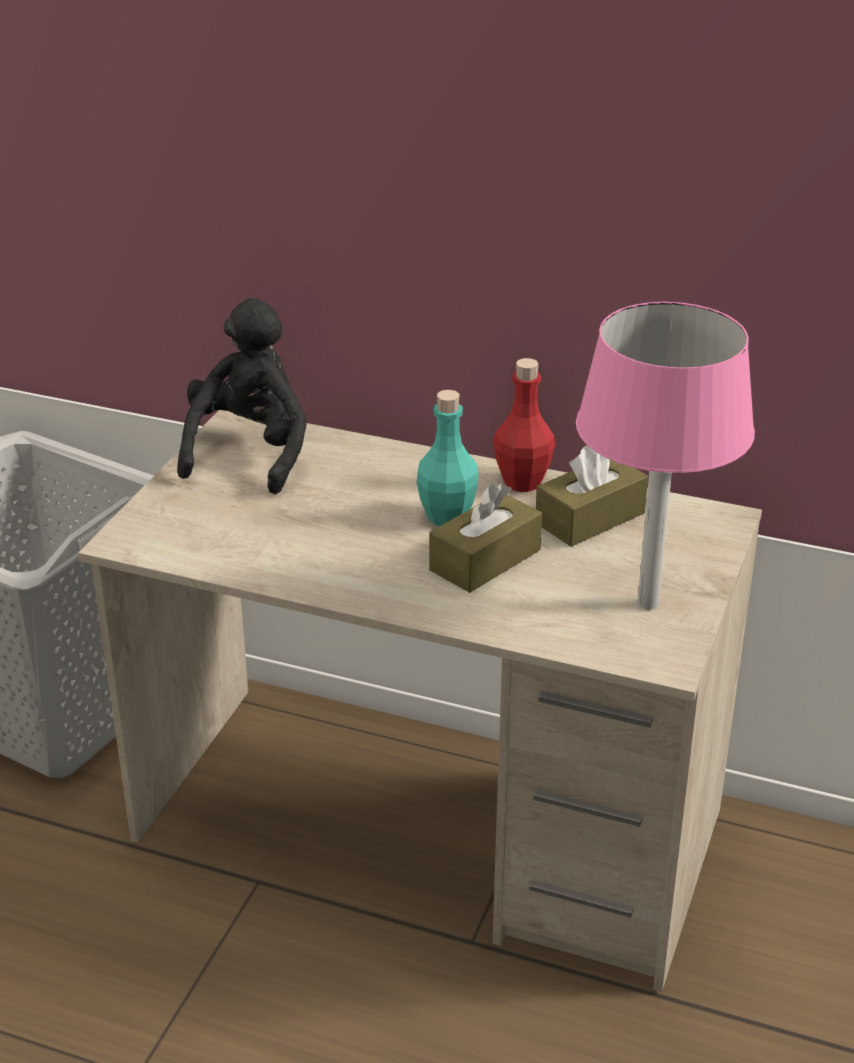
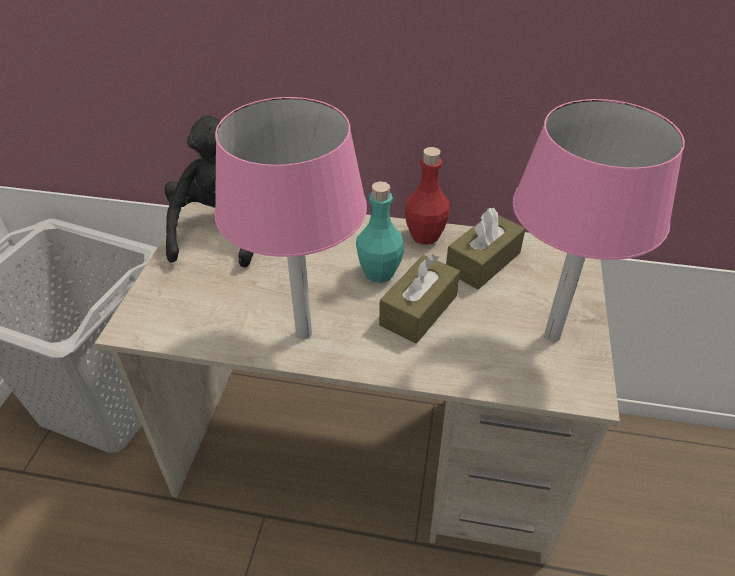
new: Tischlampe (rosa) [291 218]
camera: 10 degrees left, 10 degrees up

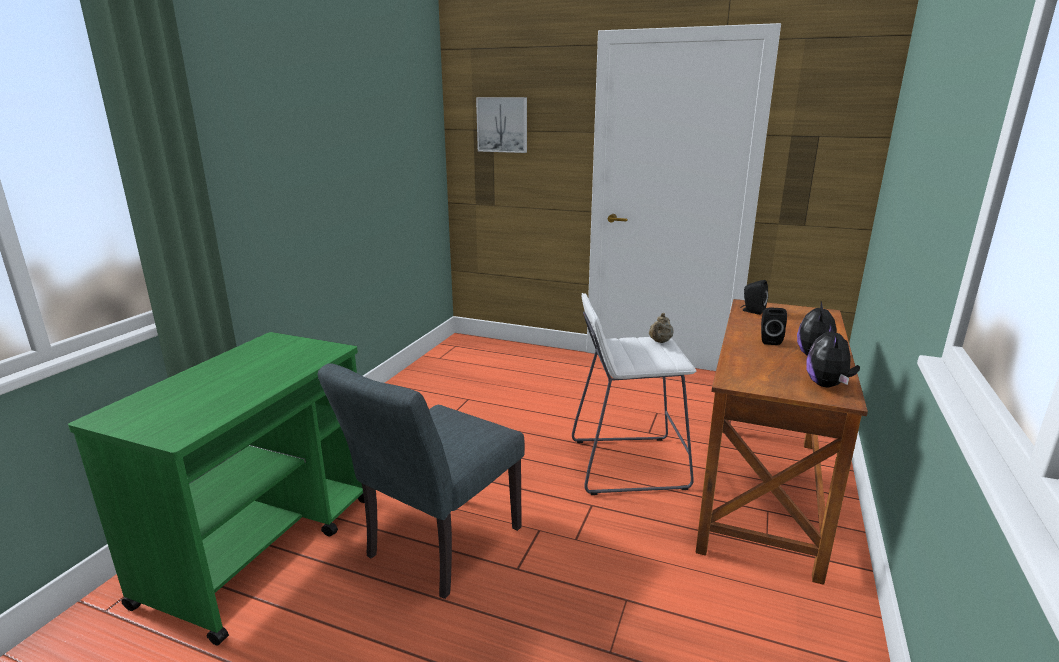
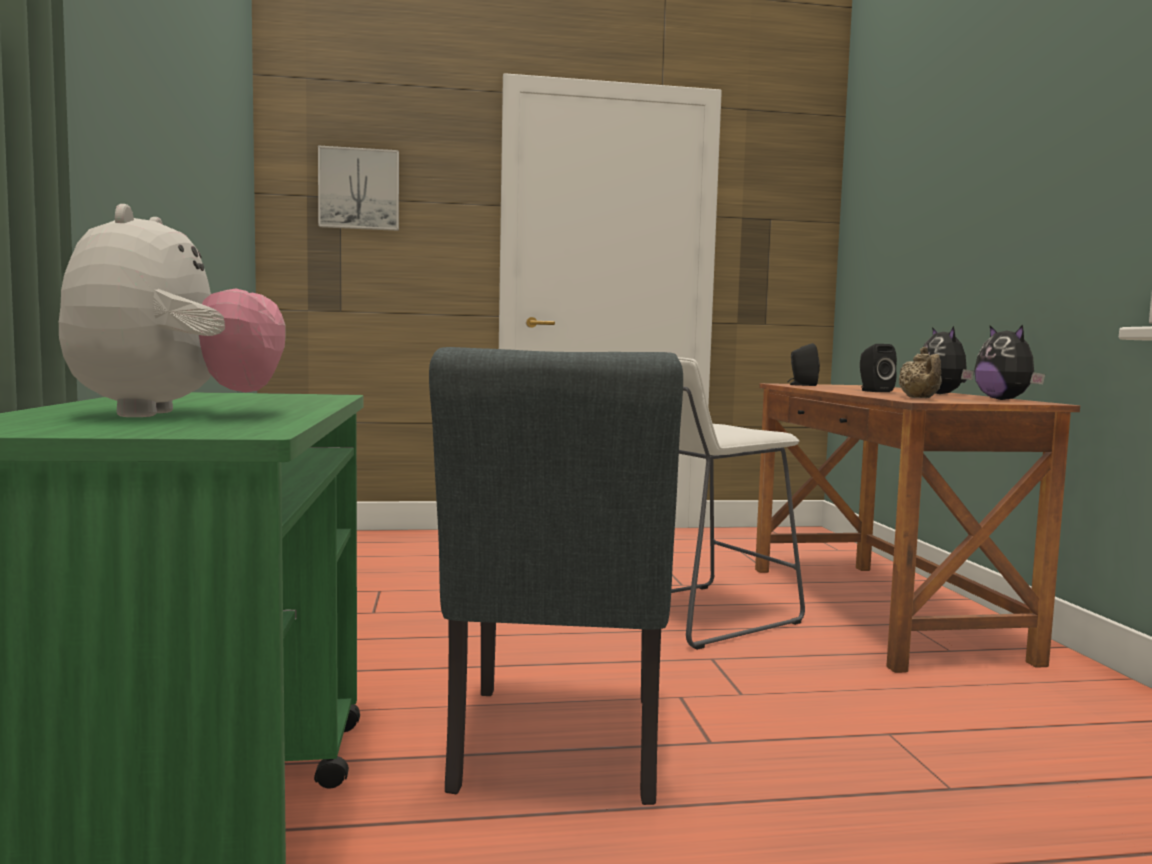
new: Plüschtier [172 310]
shifted: Teekanne (beige) [661 328] to [920 372]
camera: 30 degrees left, 15 degrees down

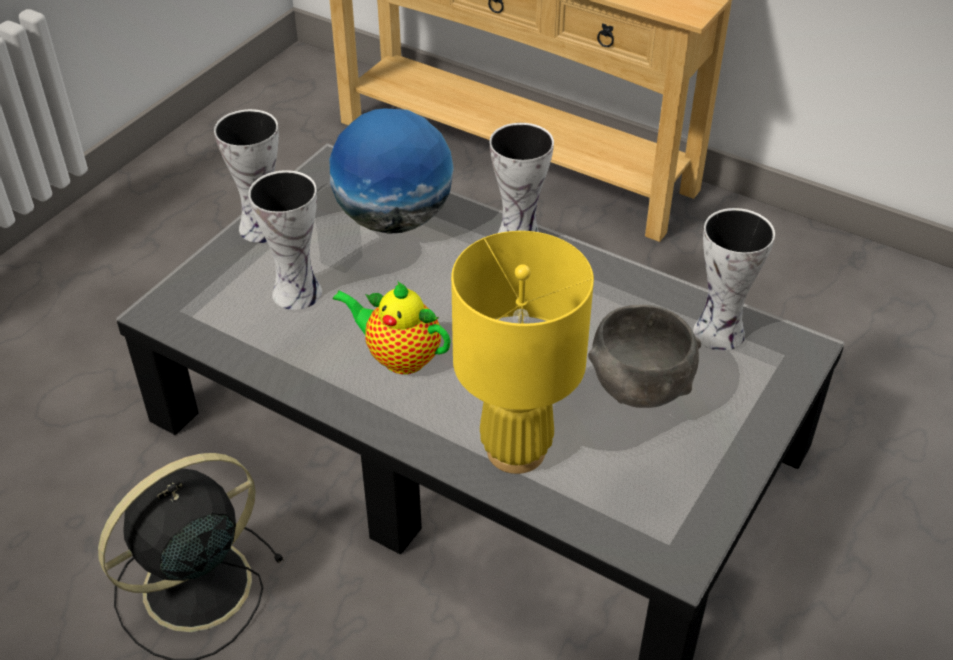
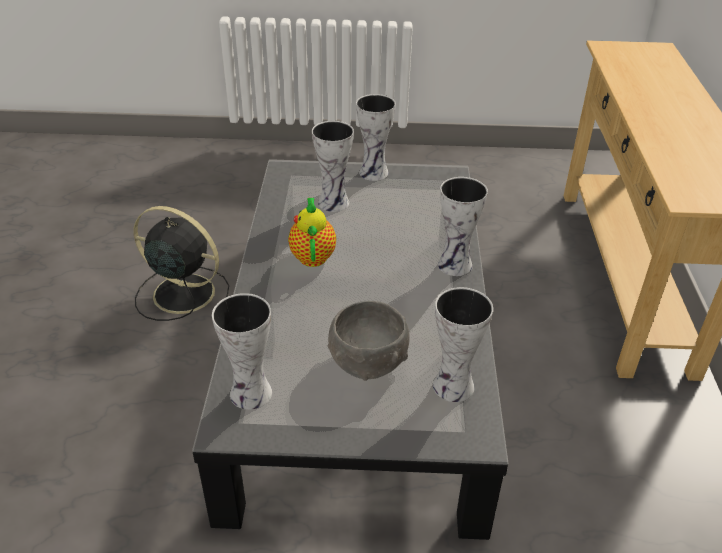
gone: Globus [392 171]; Tischlampe (gelb) [522 352]
new: Vase [242 351]
camera: 60 degrees right, 5 degrees down

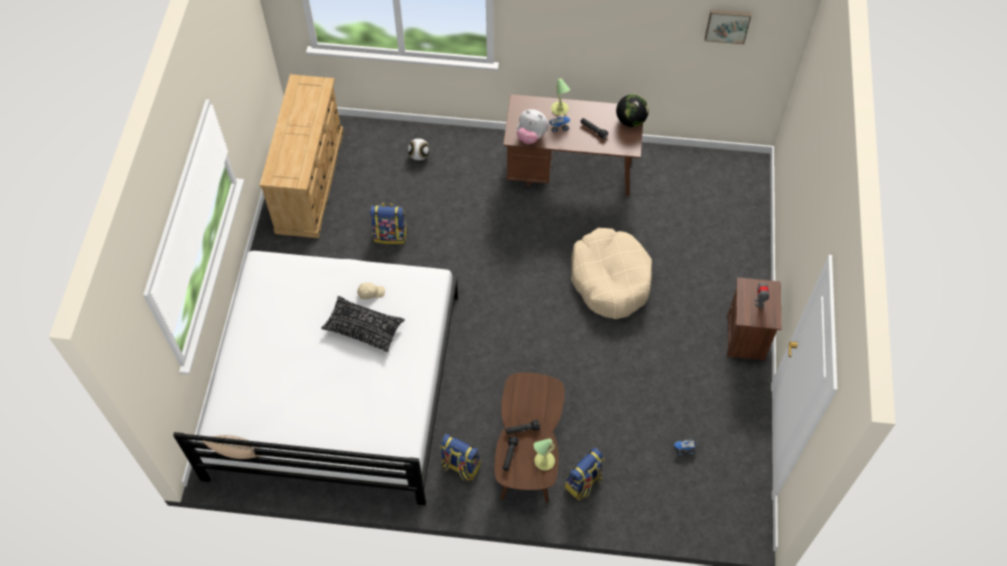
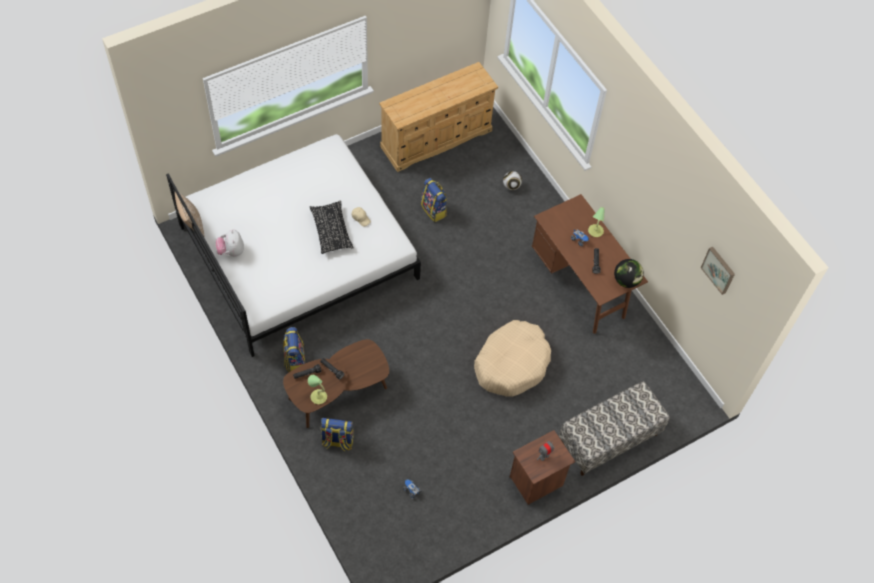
new: Bank [614 428]
shifted: Plüschtier [532 126] to [230 243]
camera: 50 degrees right, 0 degrees up

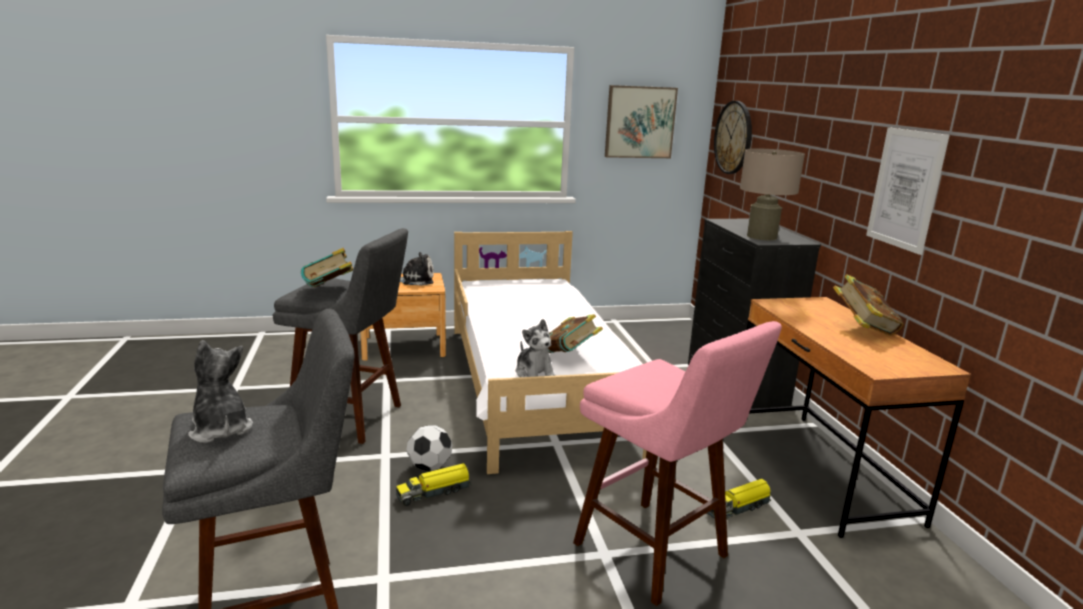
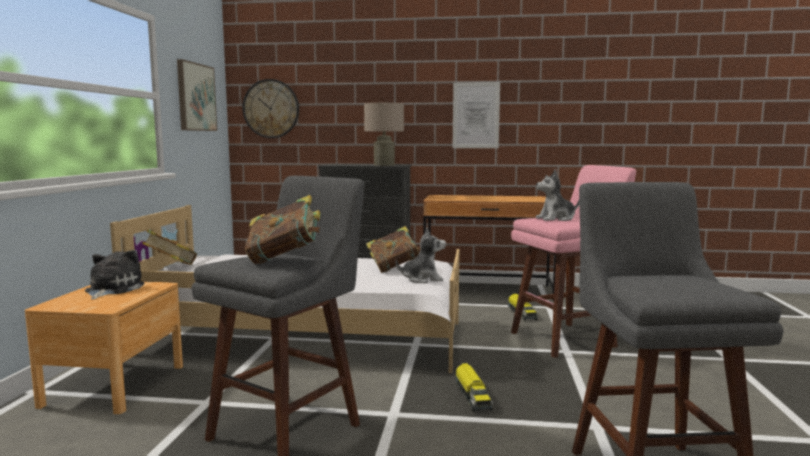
gone: Fußball [429 448]
shifted: Plüschtier [220 391] to [557 195]; Buch [868 304] to [168 247]
camera: 70 degrees left, 10 degrees down

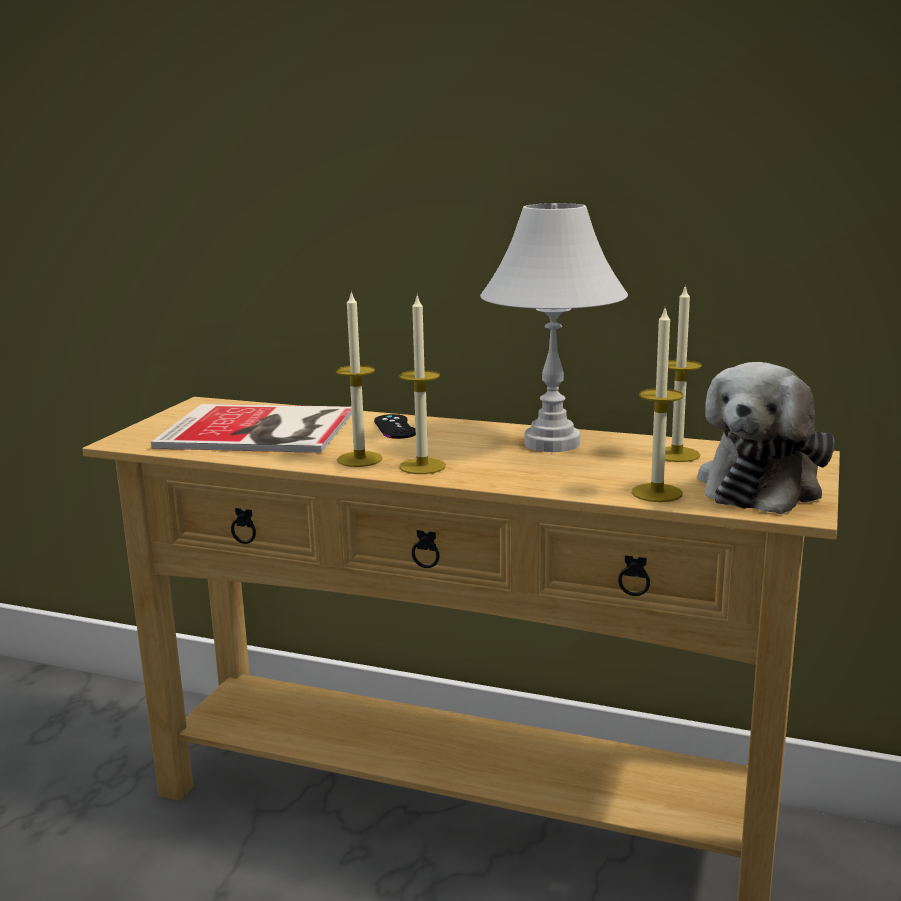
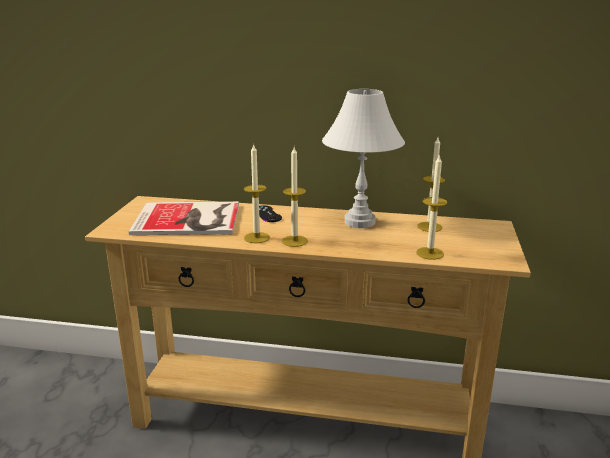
gone: Plüschtier [766 438]
camera: 10 degrees left, 5 degrees up

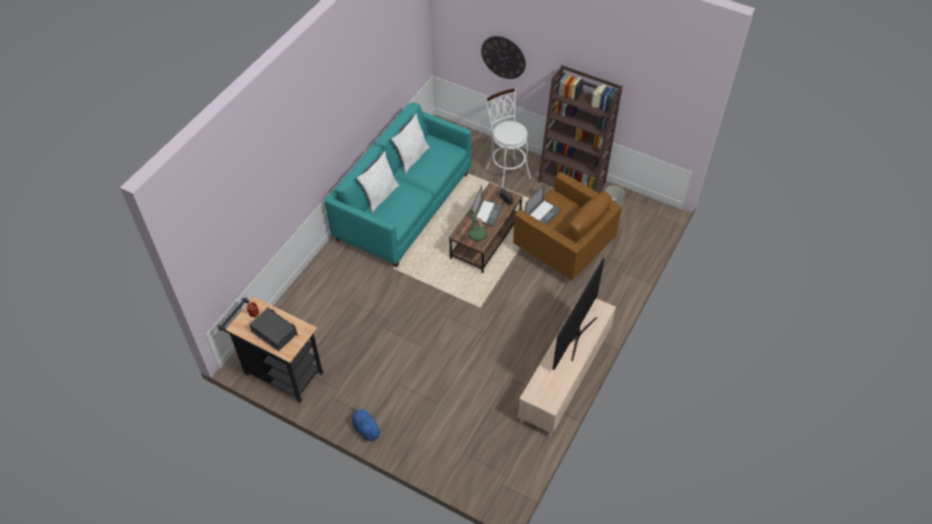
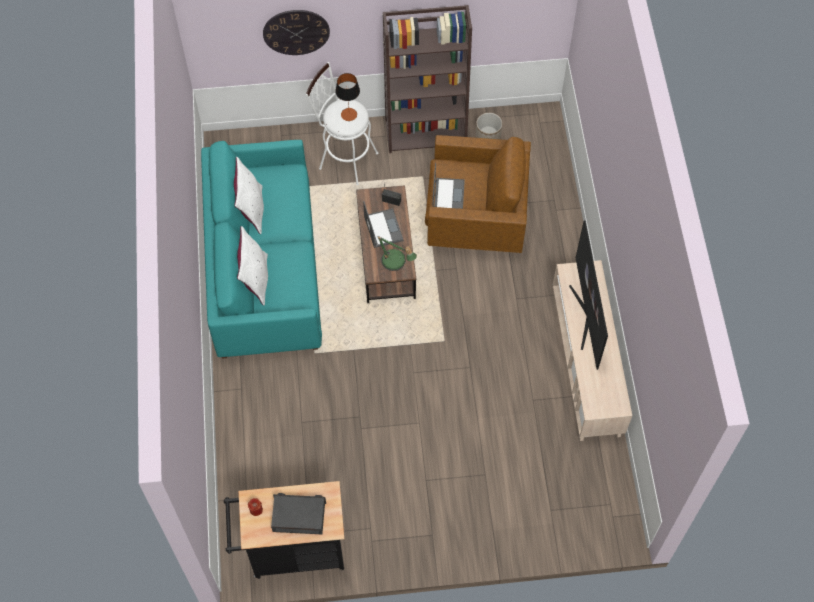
gone: Plüschtier (blau) [367 423]
new: Tischlampe [347 97]
camera: 35 degrees left, 10 degrees up

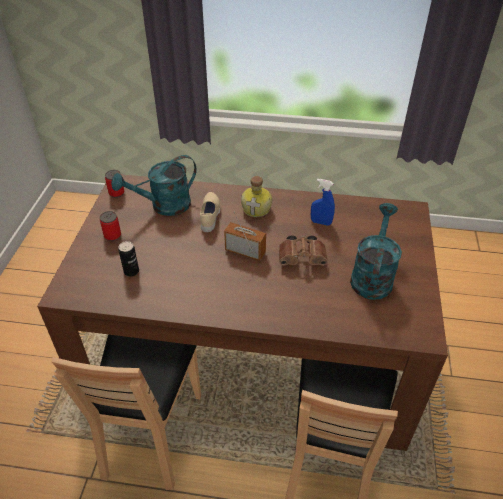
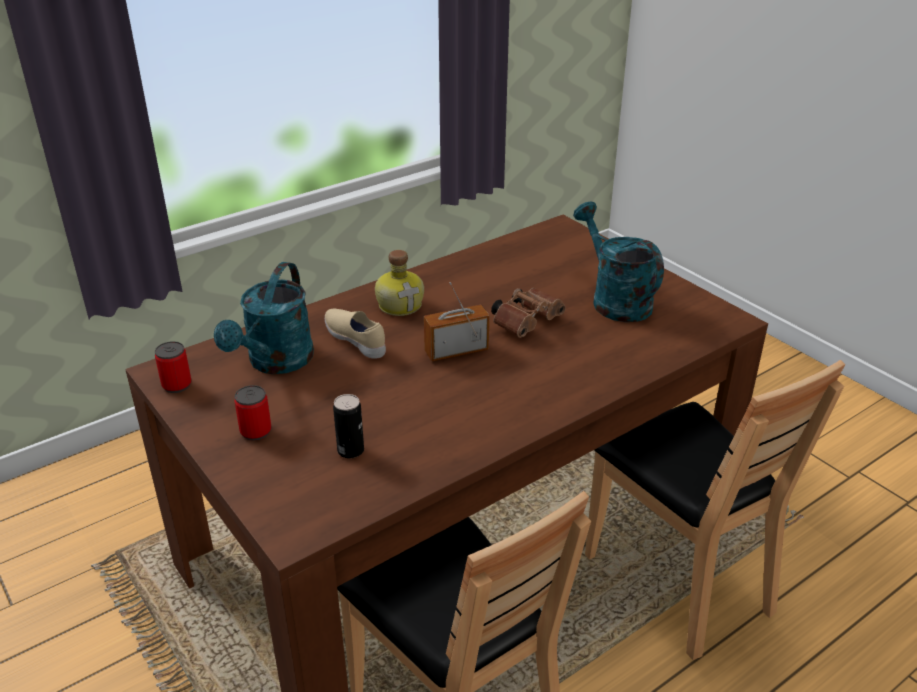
gone: Sprühflasche (blau) [323 202]
camera: 45 degrees left, 10 degrees down

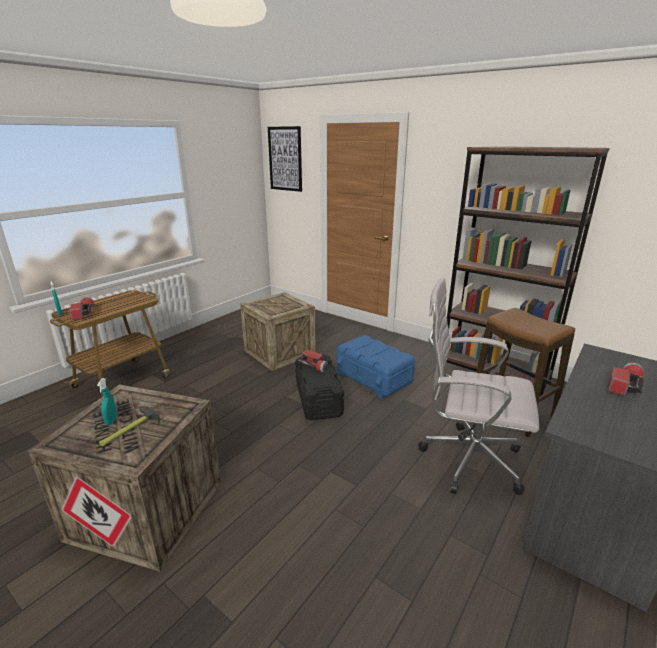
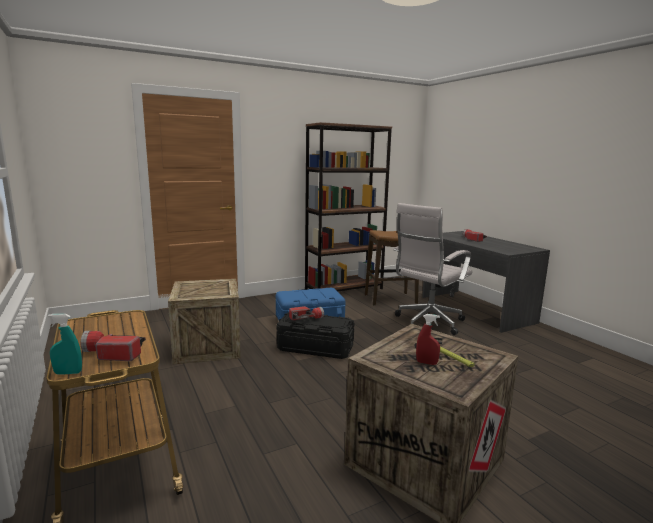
gone: Bild [285 159]
repainted: Sprühflasche (türkis) [107 401] to Sprühflasche (rot) [428 339]
camera: 65 degrees left, 10 degrees down

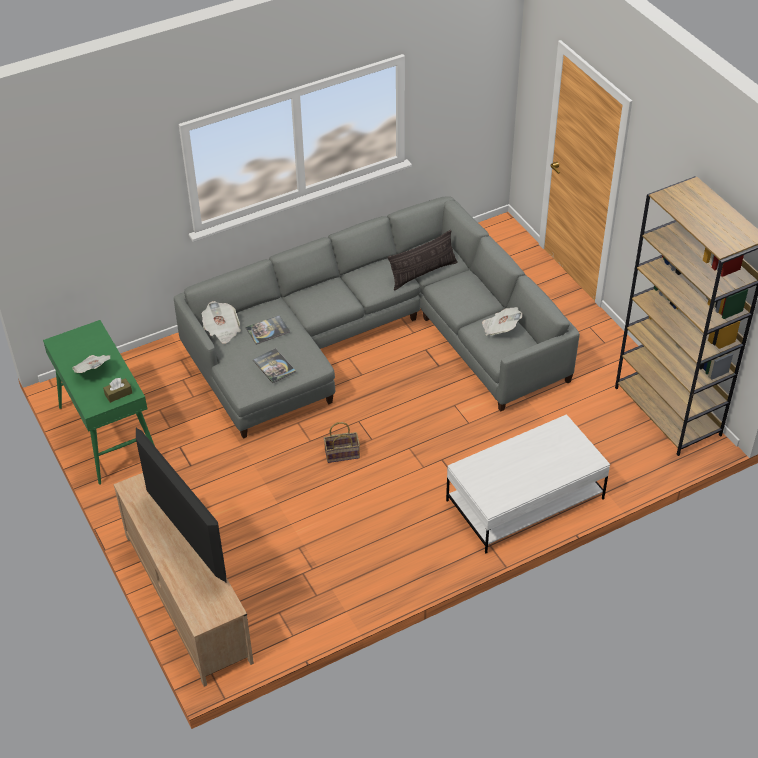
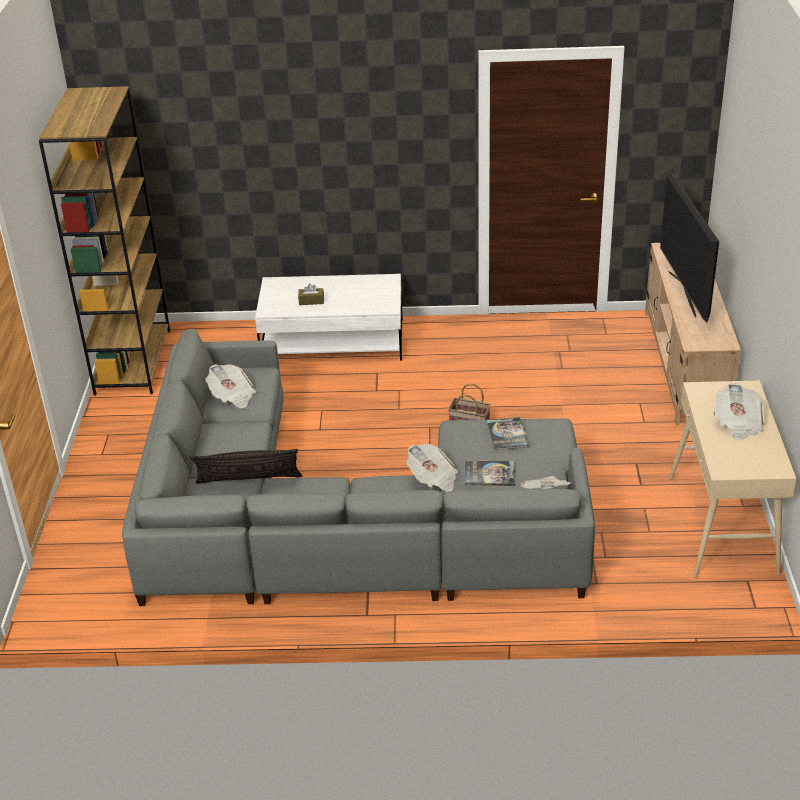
new: Zeitung [432 468]
shifted: Taschentuchbox (braun) [117 390] to [311 294]
repainted: Konsolentisch (grün) [99 402] to Konsolentisch (beige) [732 479]
camera: 150 degrees left, 10 degrees down

